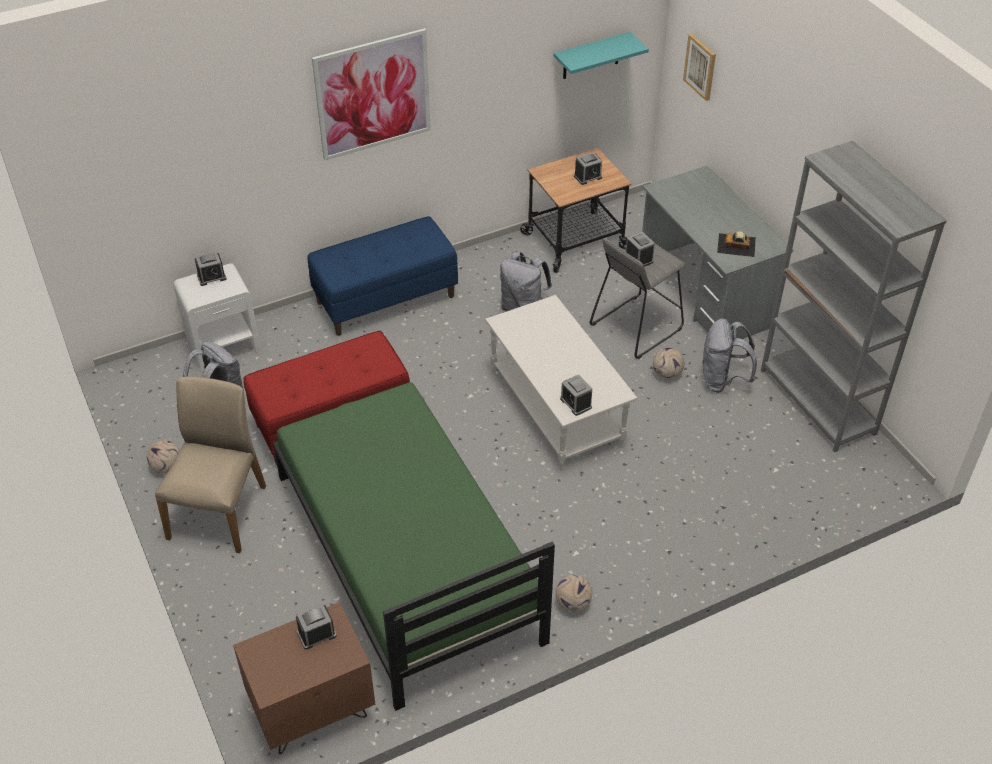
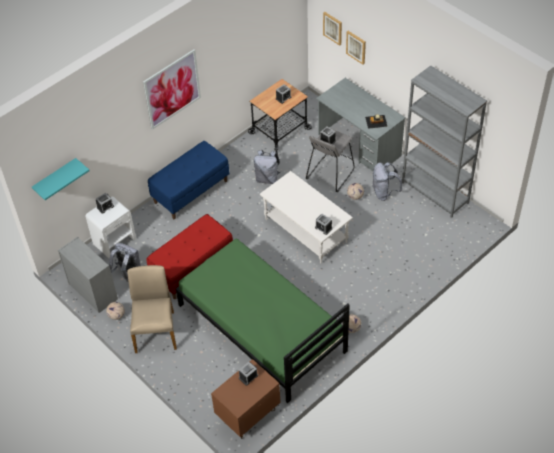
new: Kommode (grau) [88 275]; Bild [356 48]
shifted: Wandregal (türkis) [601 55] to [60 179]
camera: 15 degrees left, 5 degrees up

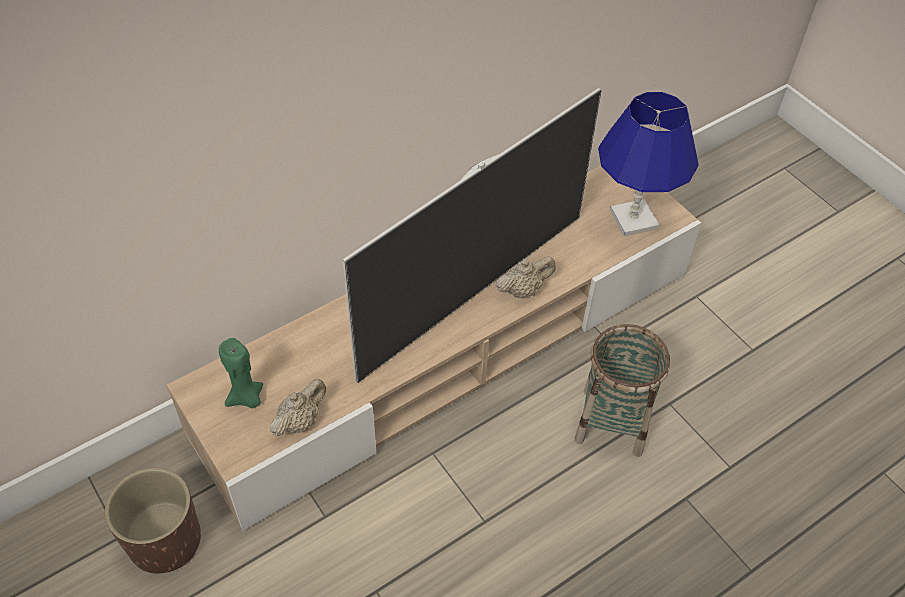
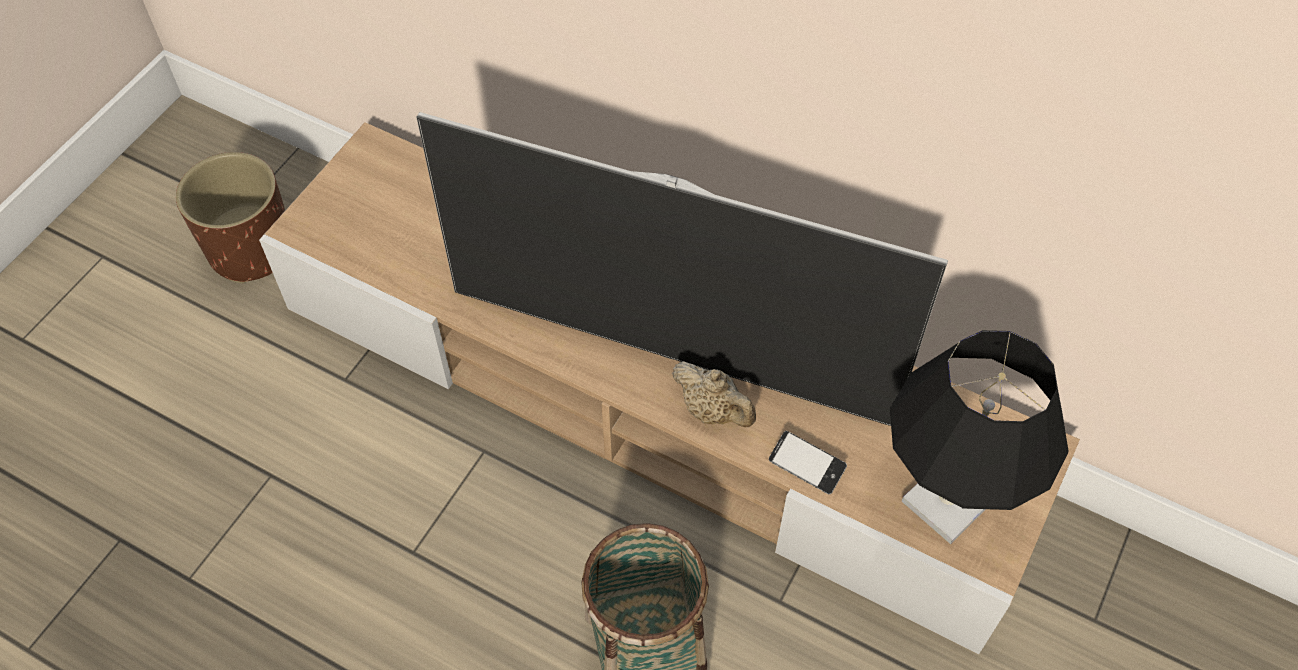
gone: Kerze (grün) [241 373]; Teekanne (beige) [298 407]
new: Handy [808 462]
repainted: Tischlampe (blau) [648 164] to Tischlampe (schwarz) [979 437]
camera: 65 degrees right, 5 degrees up

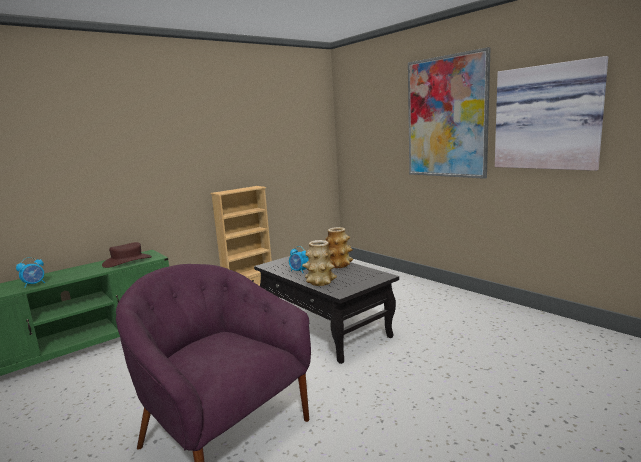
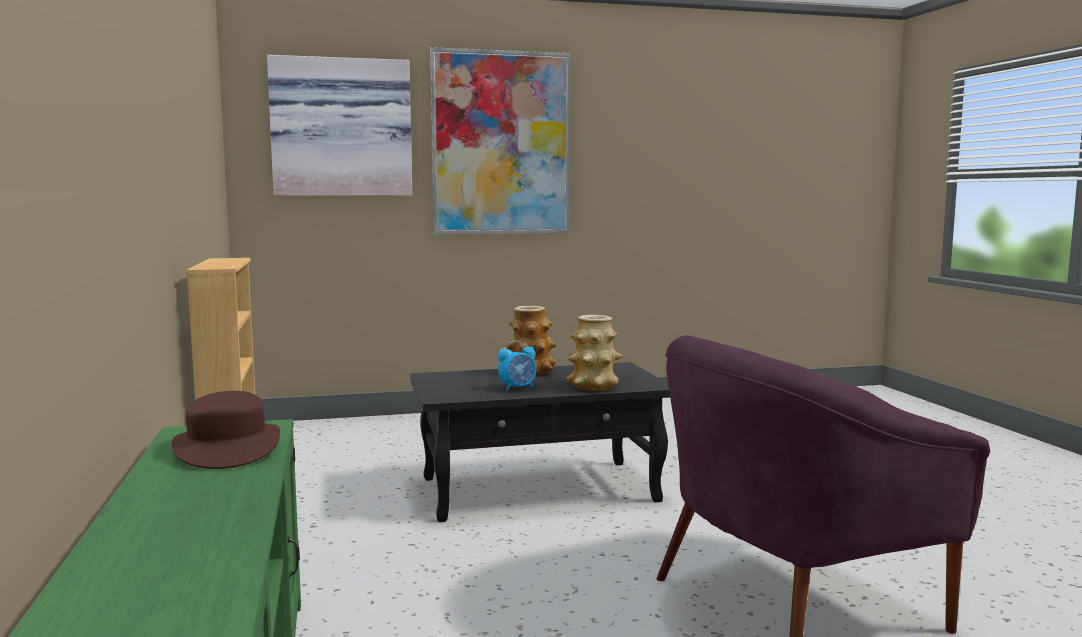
gone: Wecker [30 272]
shifted: Bild [551 113] to [339 125]
camera: 65 degrees left, 5 degrees down

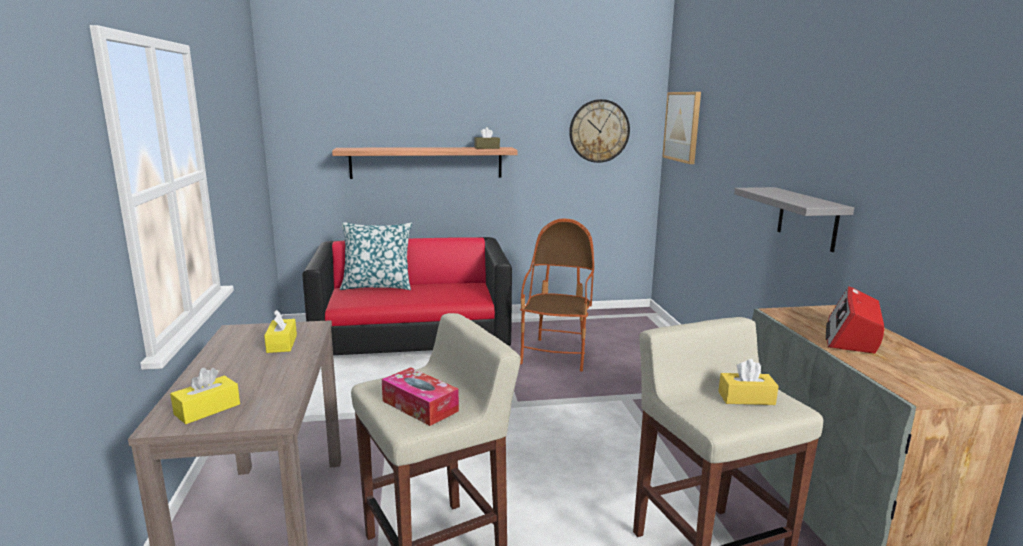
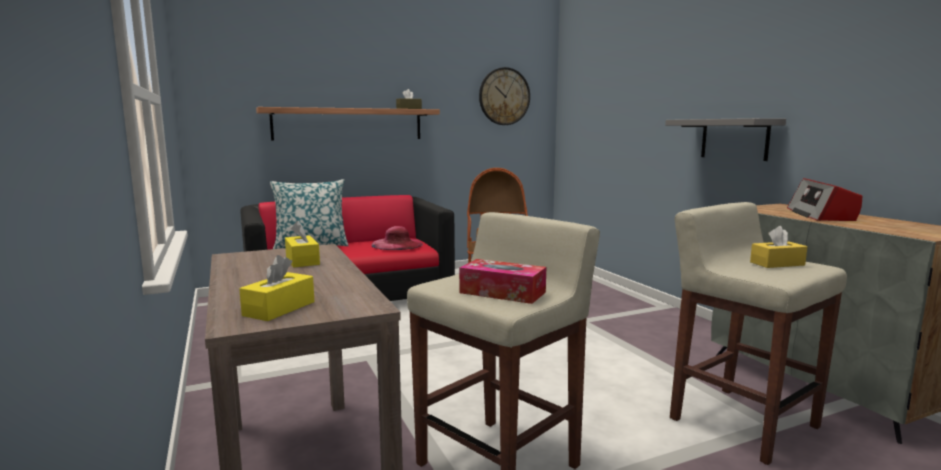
gone: Bild [681 128]
new: Hut (rosa) [397 238]
camera: 15 degrees left, 5 degrees down

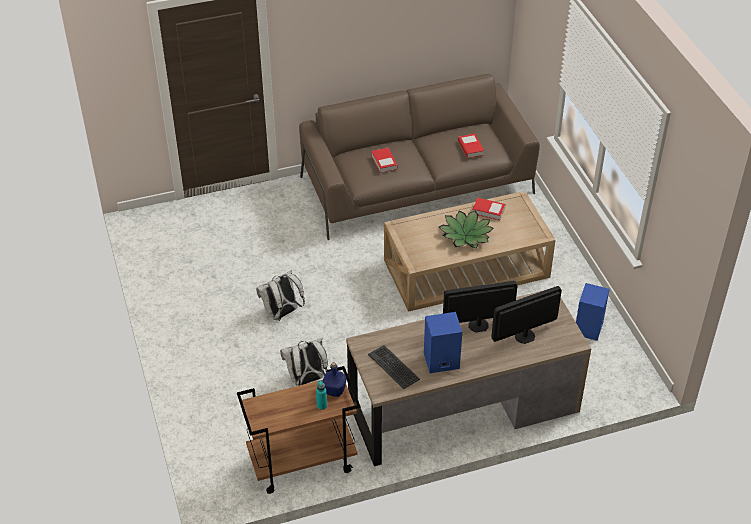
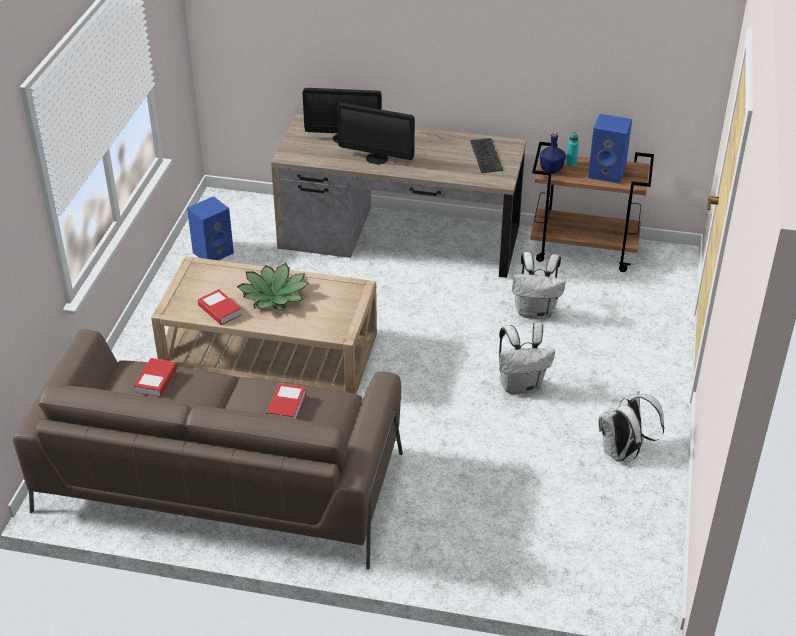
new: Rucksack (weiß) [631 426]
shifted: Lautsprecher (blau) [443 342] to [610 149]
camera: 150 degrees left, 5 degrees down

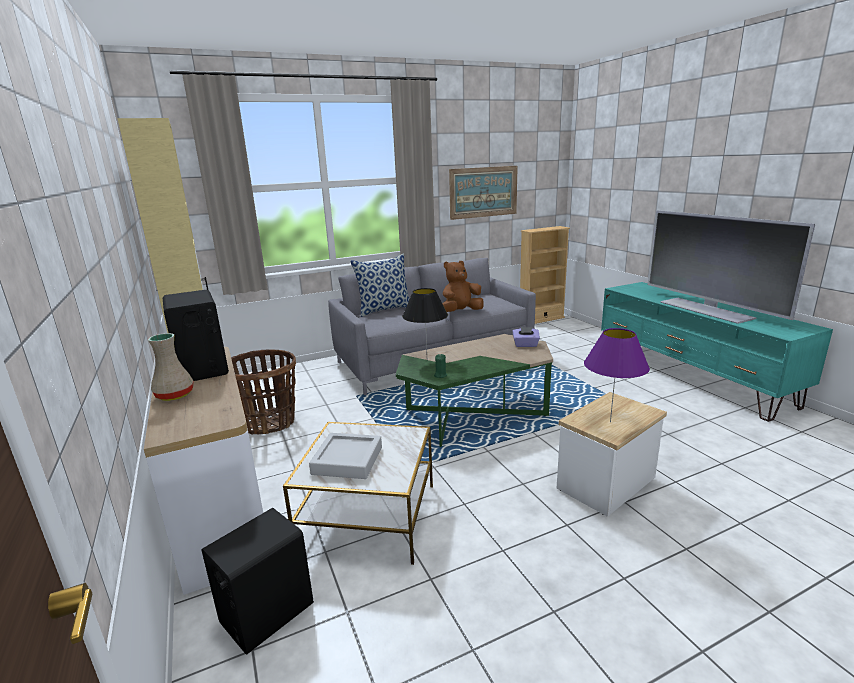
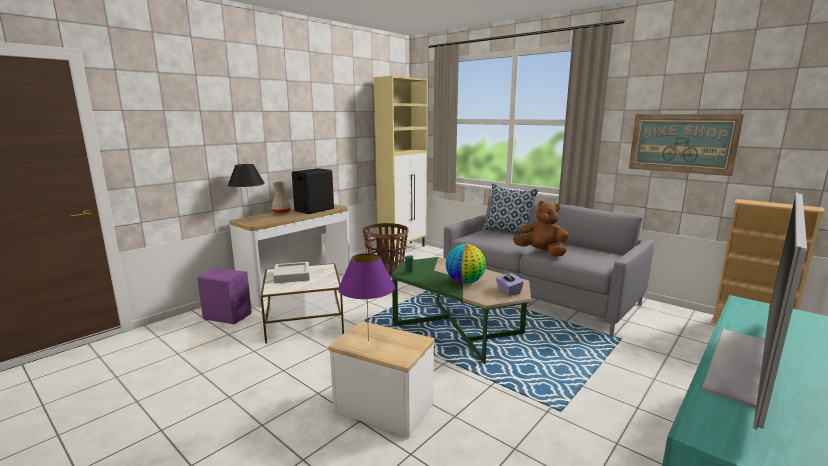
new: Globus [466 264]
shifted: Tischlampe (schwarz) [425 319] to [246 190]
repainted: Lautsprecher (schwarz) [257 581] to Lautsprecher (lila) [224 296]
camera: 65 degrees right, 5 degrees down

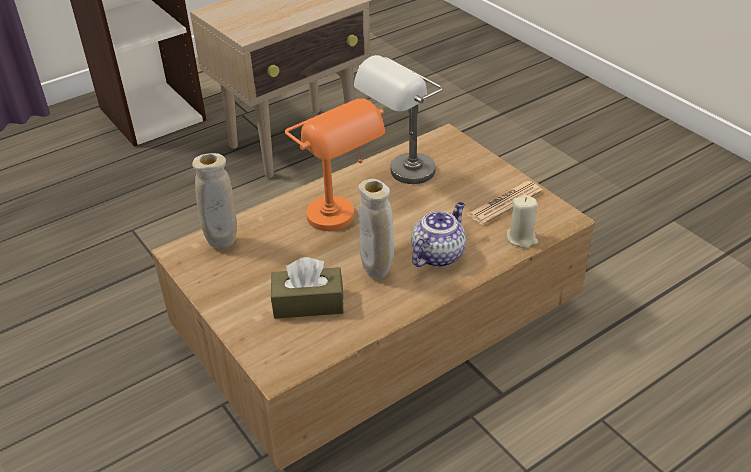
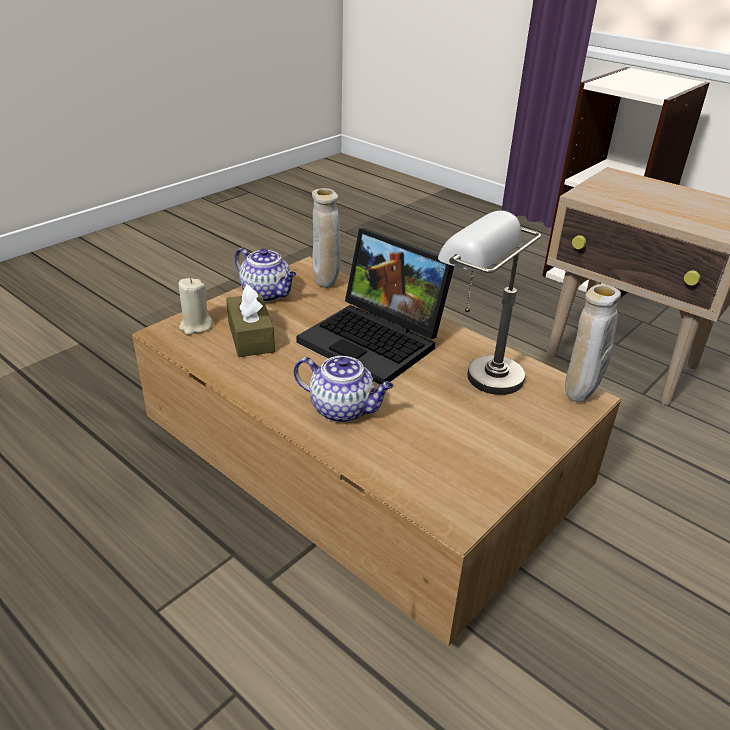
gone: Zeitung [504 203]
new: Teekanne [266 275]
shifted: Vase (beige) [376 229] to [593 343]; Kerze (beige) [522 221] to [196 306]
swapped: Tischlampe (orange) [335 164] to Laptop [375 306]
camera: 75 degrees right, 5 degrees down

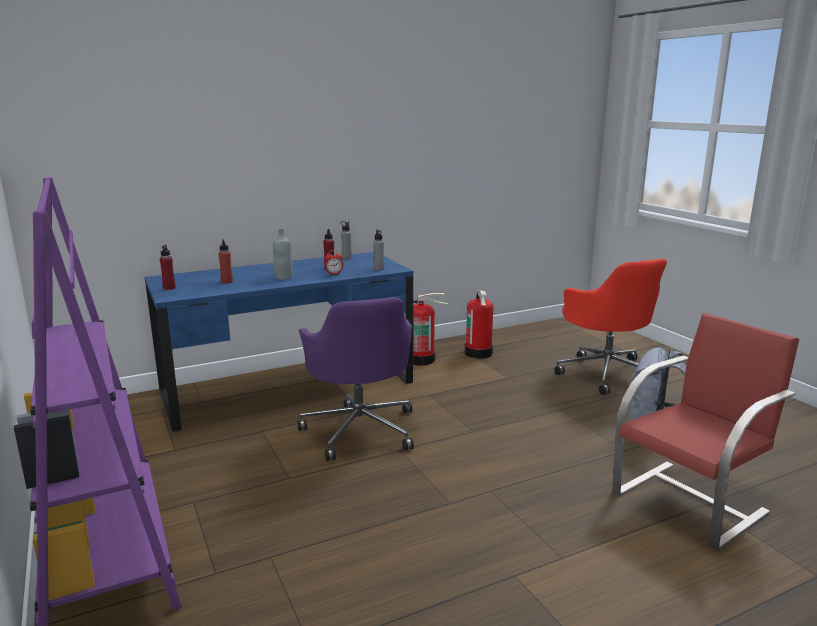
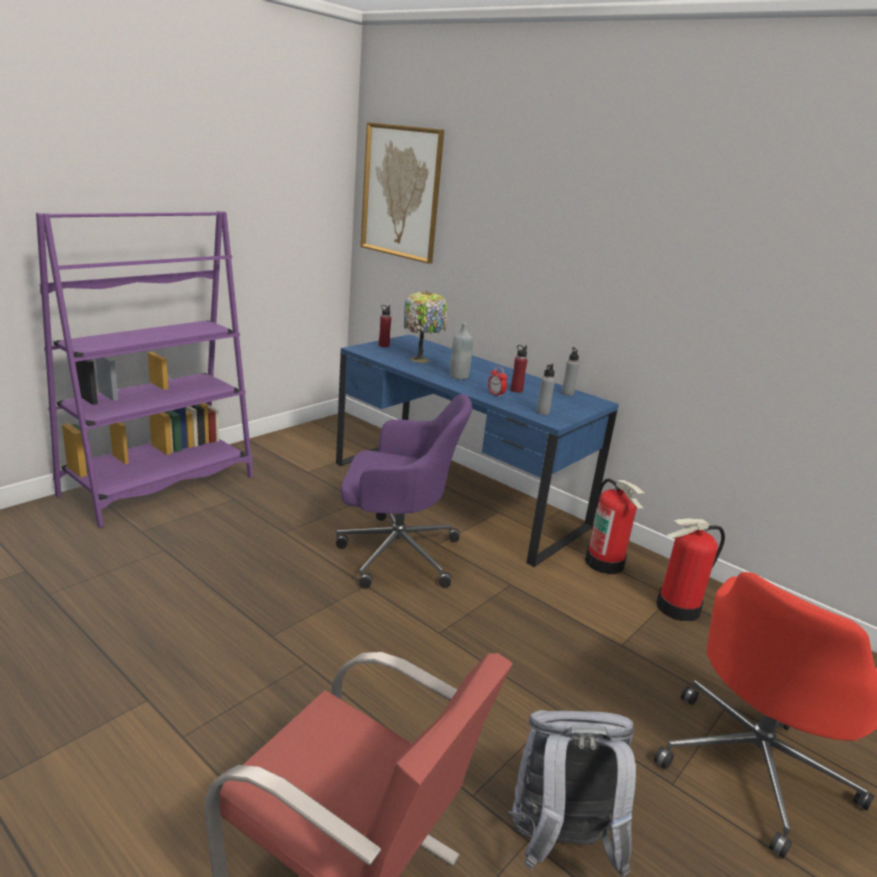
new: Bild [402 193]
swapped: Flasche (rot) [226 262] to Tischlampe [425 327]
rotated: Bürostuhl (lila) [355 379] = [404 491] 135 degrees counterclockwise
camera: 65 degrees right, 5 degrees up

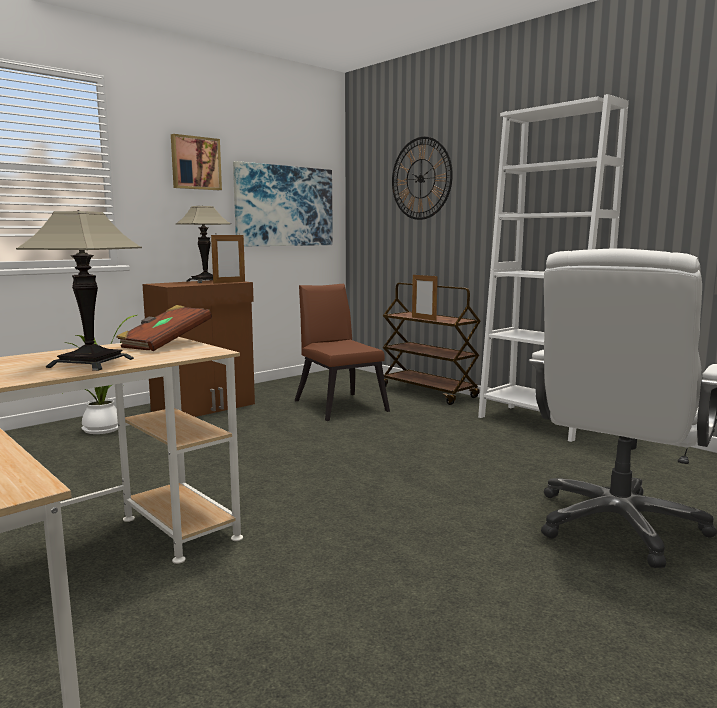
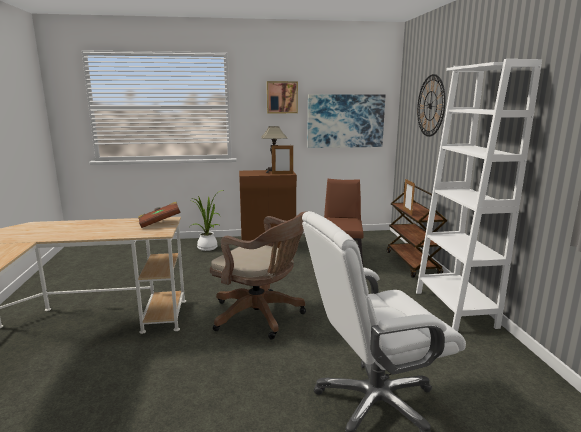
gone: Tischlampe [79 290]
new: Bürostuhl (braun) [258 276]
camera: 35 degrees right, 5 degrees up

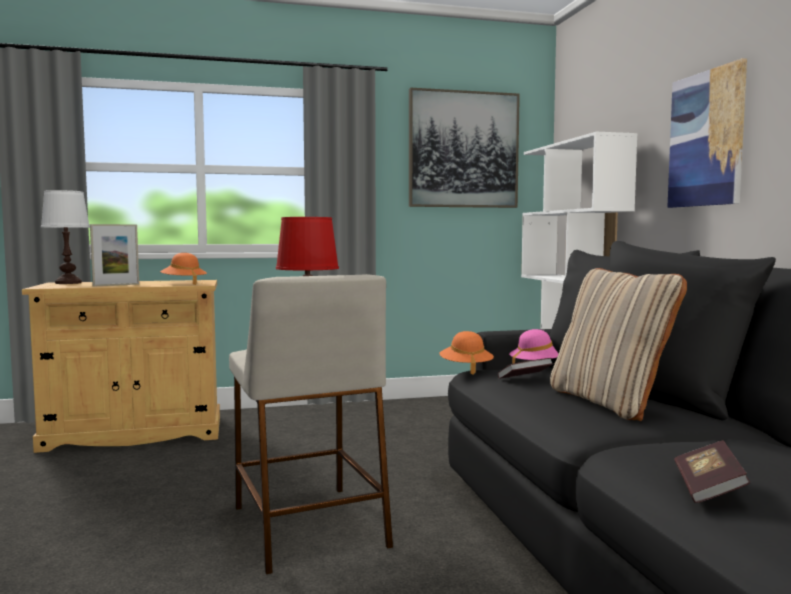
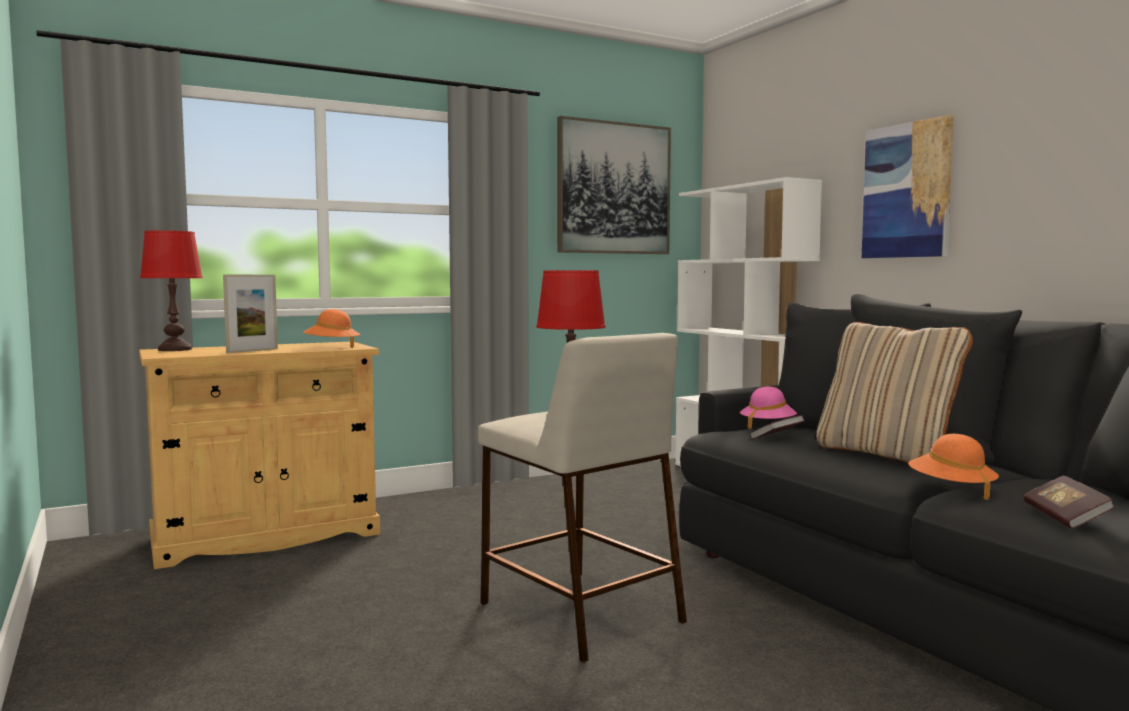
shifted: Hut (orange) [466 353] to [953 467]
repainted: Tischlampe (weiß) [65 237] to Tischlampe (rot) [171 290]
camera: 15 degrees left, 0 degrees up

